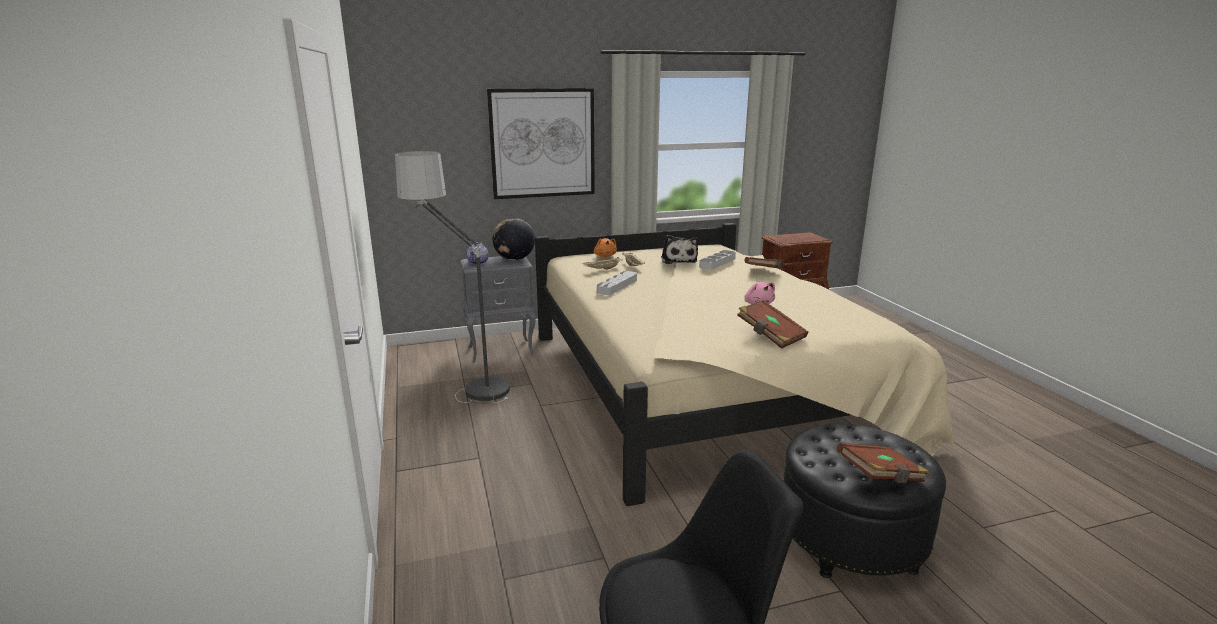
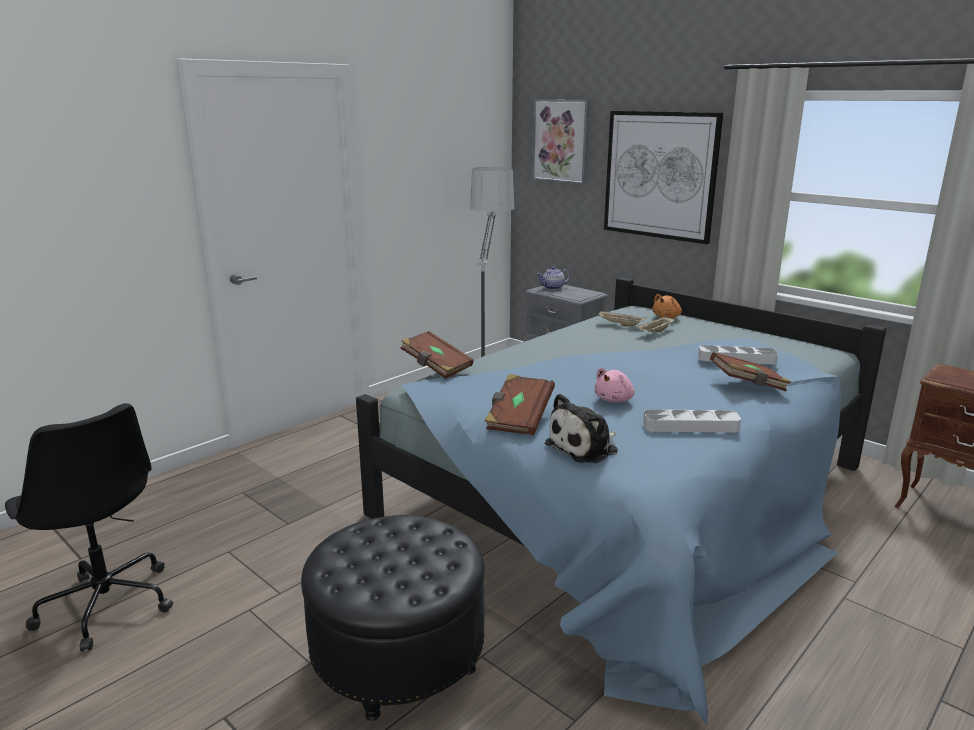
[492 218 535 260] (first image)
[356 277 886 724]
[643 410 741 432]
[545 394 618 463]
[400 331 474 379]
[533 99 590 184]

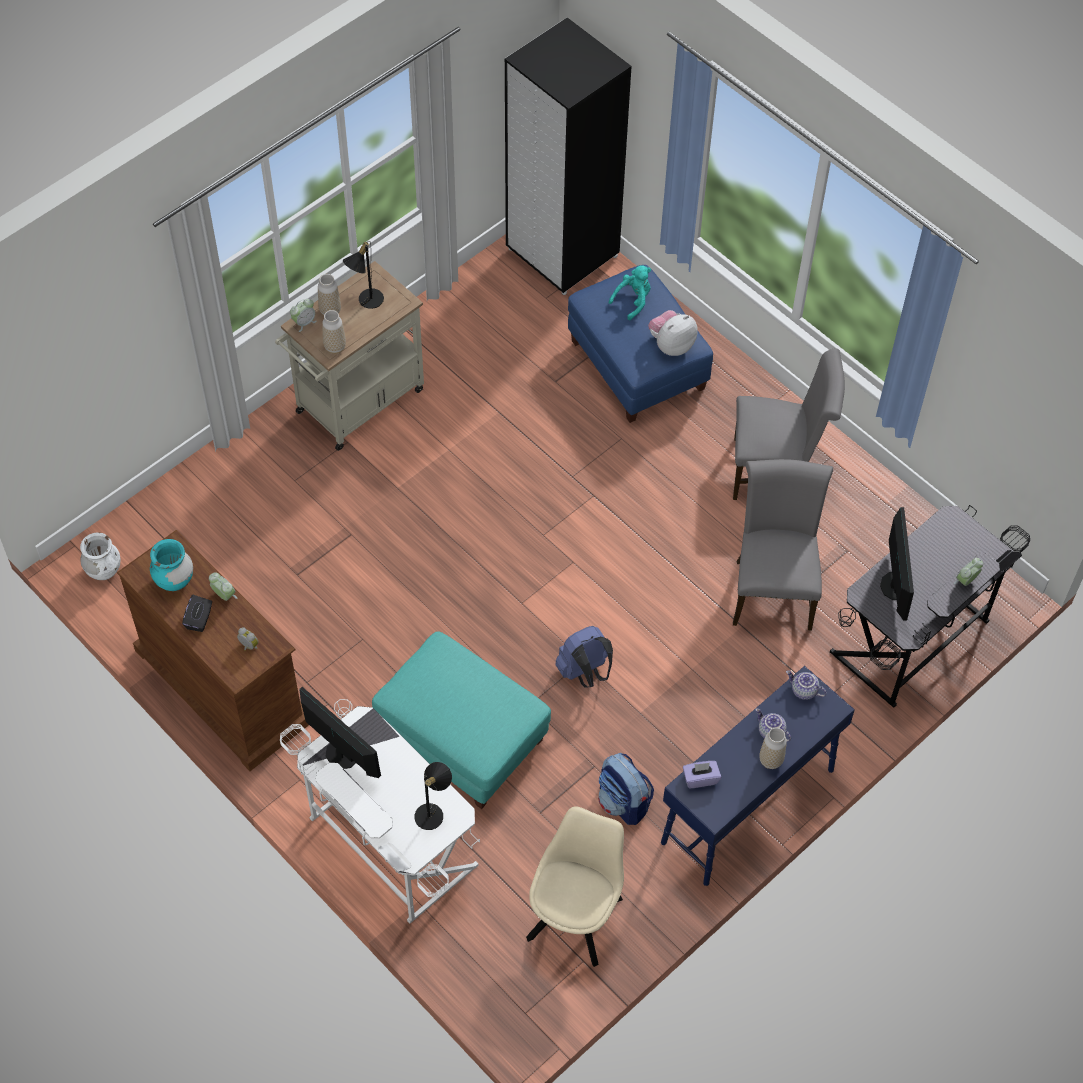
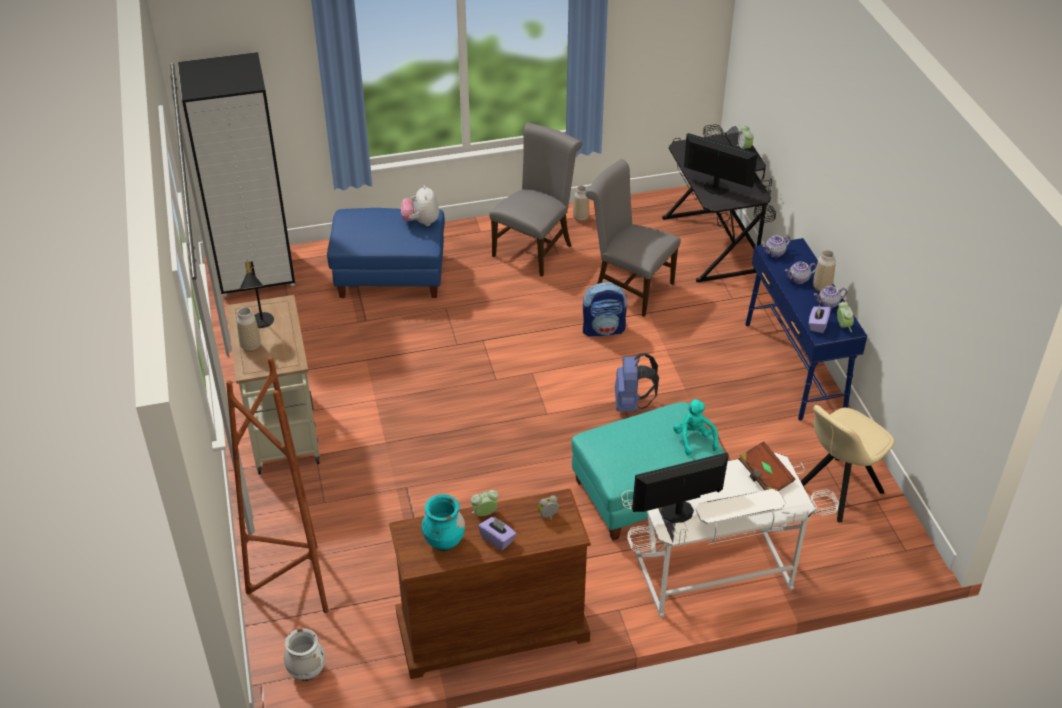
[478 517 517 551]
[837 301 854 332]
[573 185 589 222]
[739 441 795 491]
[801 405 895 522]
[583 282 627 337]
[673 399 718 456]
[226 357 328 613]
[814 286 847 309]

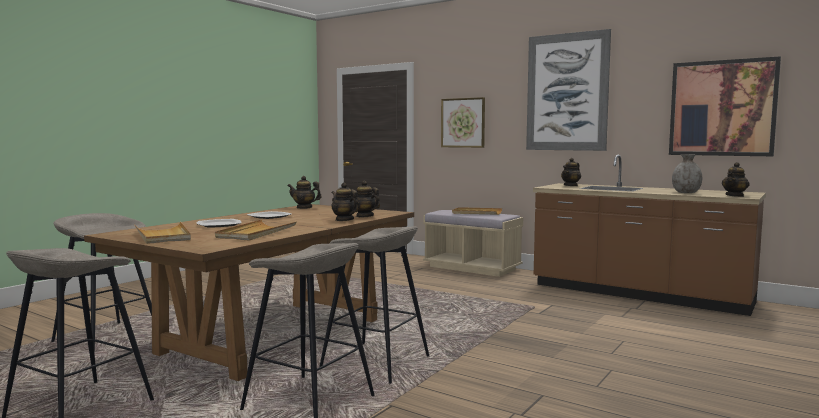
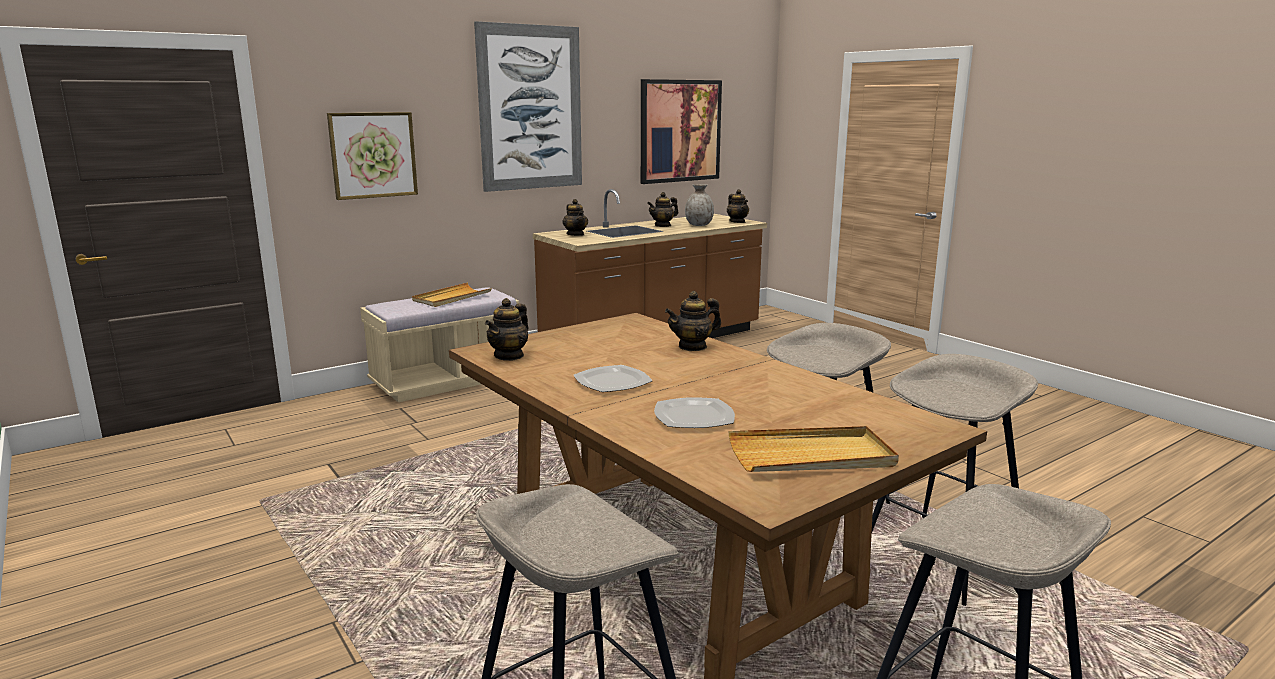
[215 220 296 241] (first image)
[647 192 679 227]

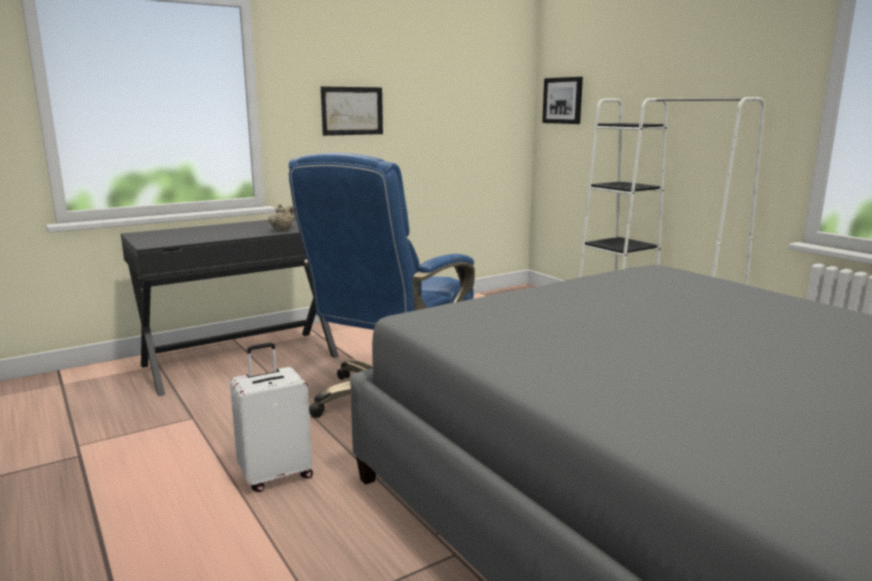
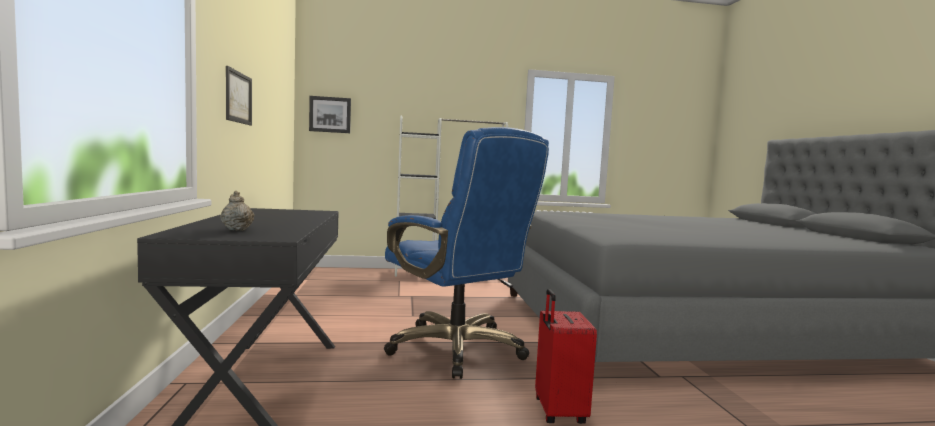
[535 289 597 424]
[220 191 255 231]

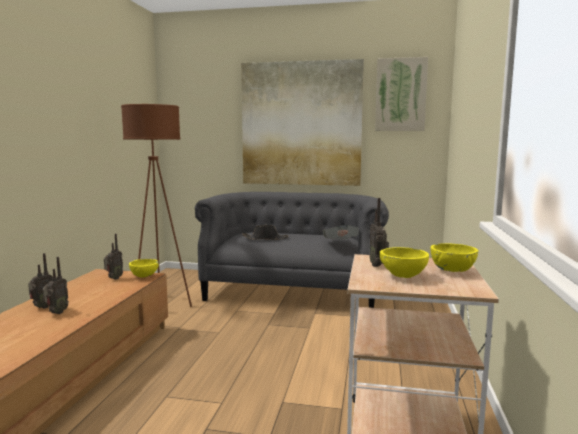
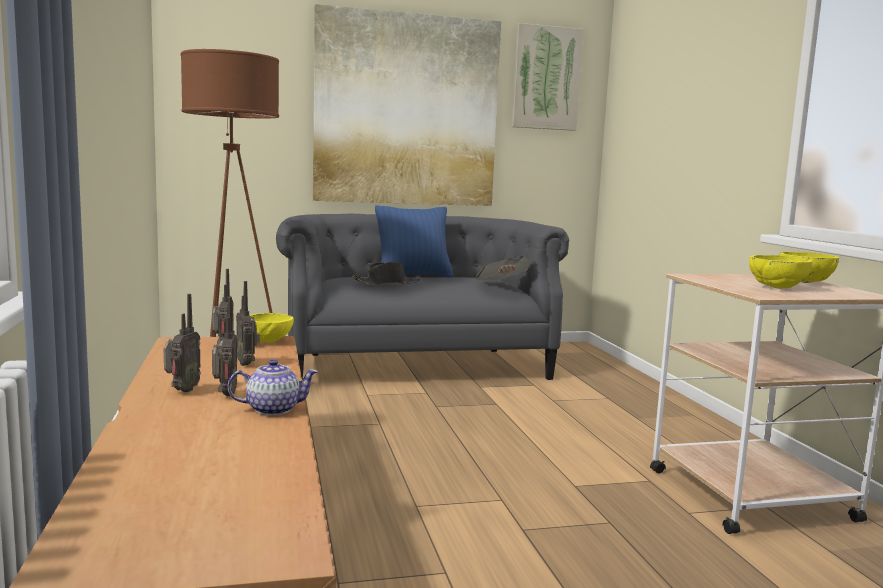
[236 281 260 366]
[228 359 318 416]
[375 205 453 278]

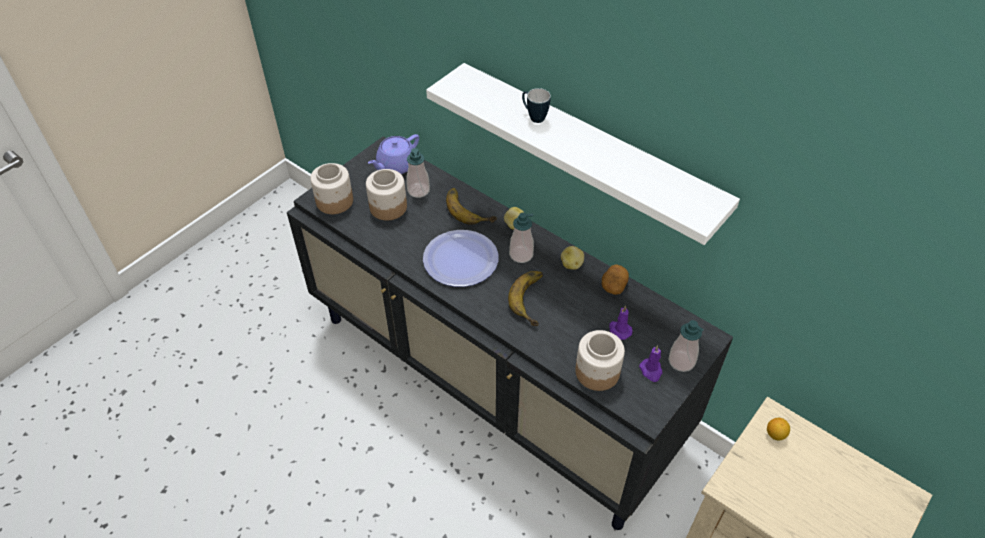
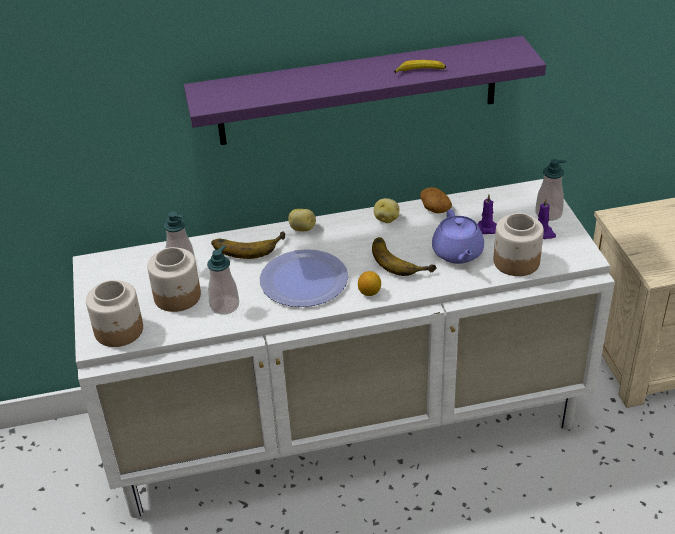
[73 179 615 518]
[432 209 484 264]
[184 36 546 145]
[207 245 239 315]
[522 88 551 123] (first image)
[358 271 381 296]
[394 60 446 73]

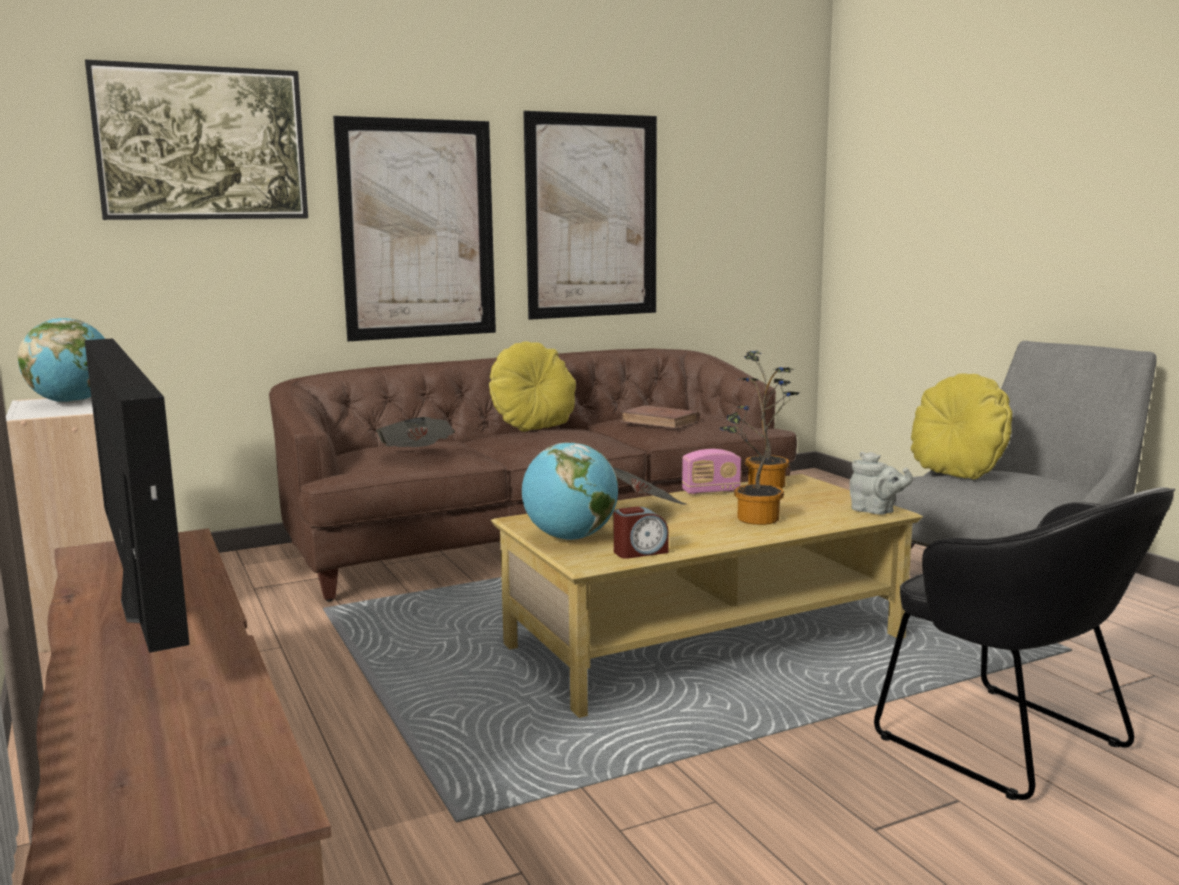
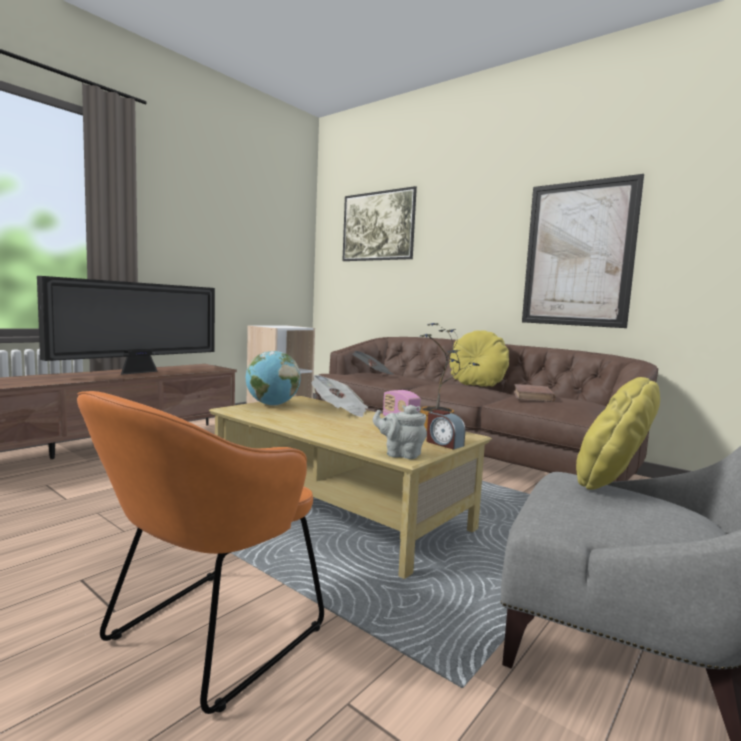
[18 318 105 403] (first image)
[333 116 496 341] (first image)
[427 410 465 450]
[719 367 791 525] (first image)
[373 405 427 459]
[77 391 324 714]

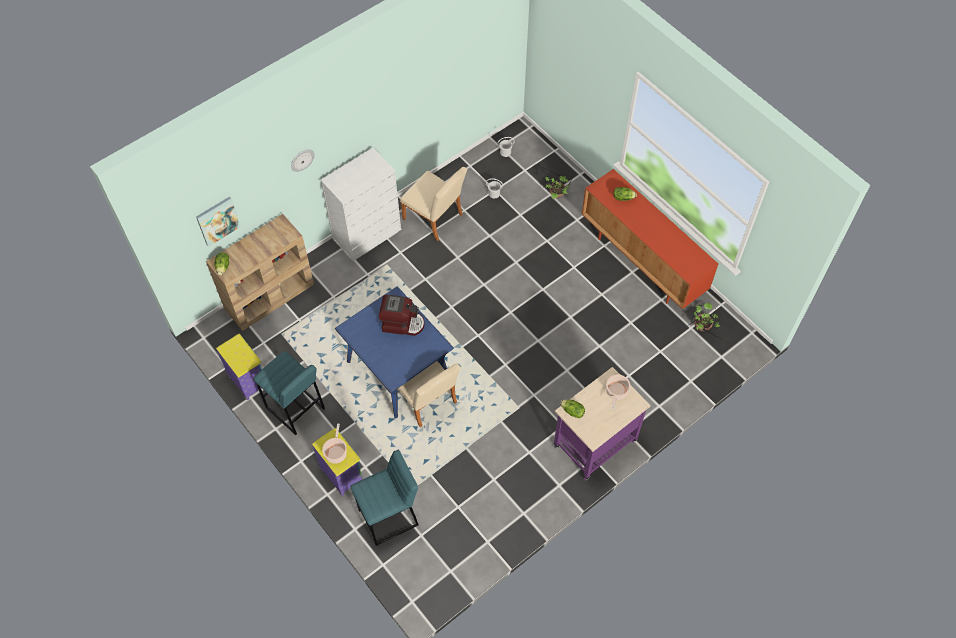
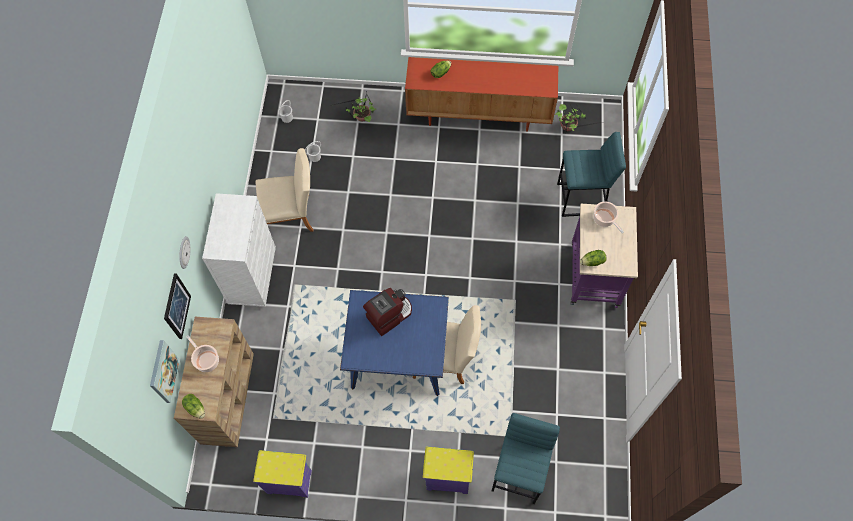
[557 132 626 217]
[186 335 219 372]
[164 273 191 339]

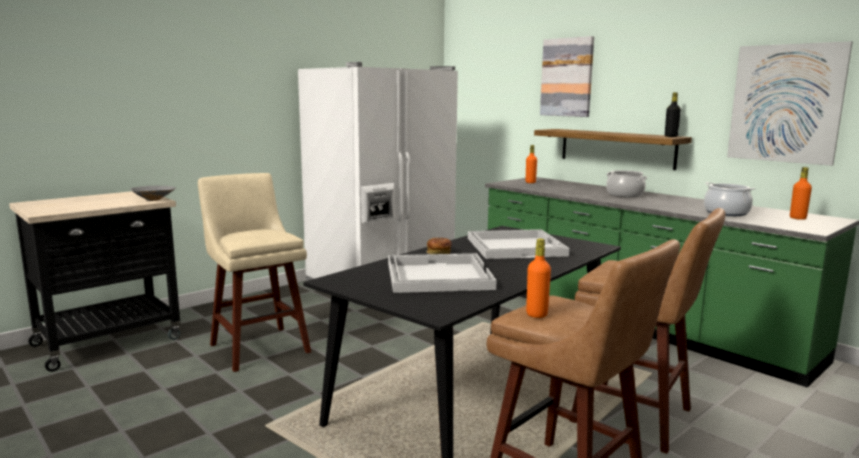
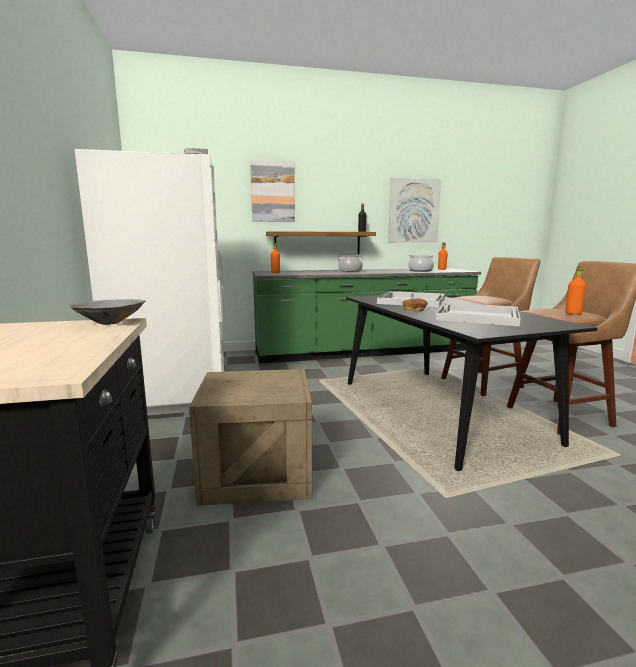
[189 369 312 506]

